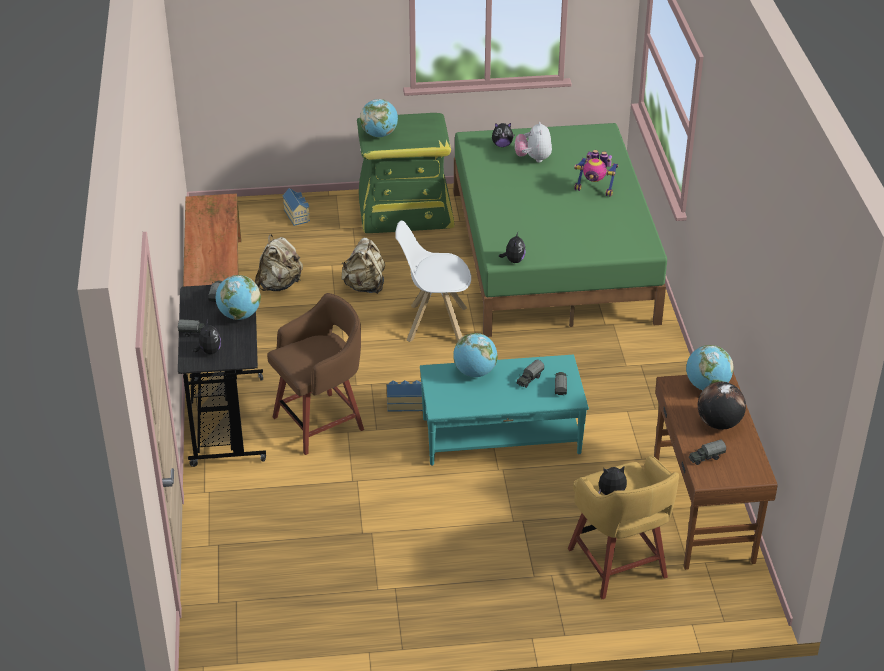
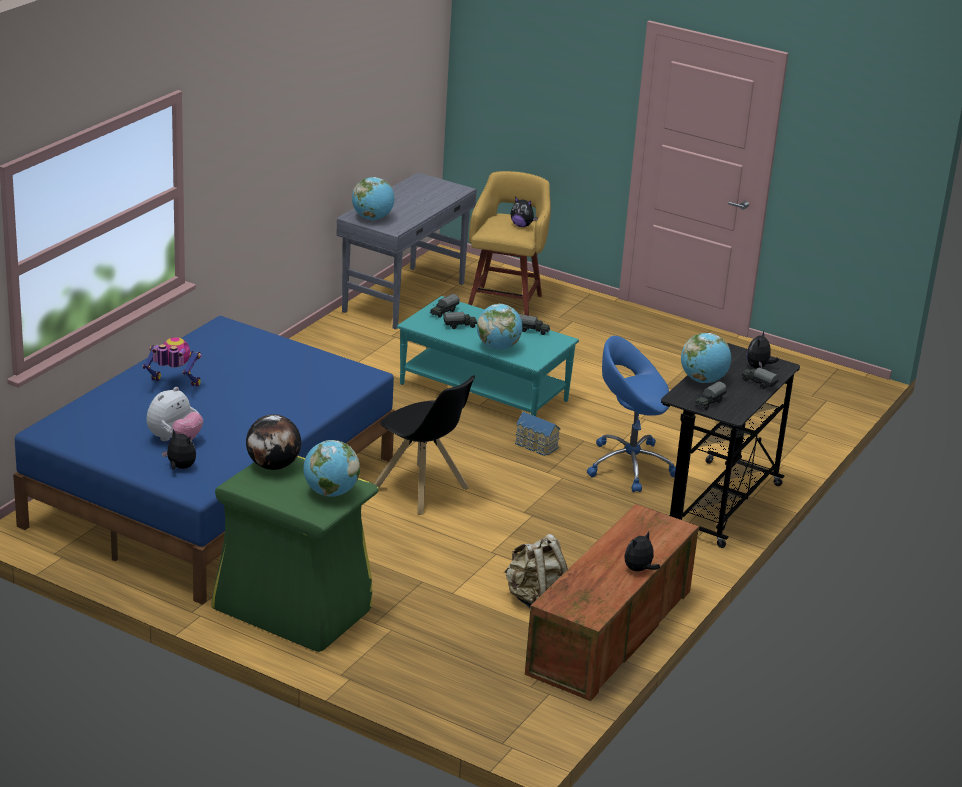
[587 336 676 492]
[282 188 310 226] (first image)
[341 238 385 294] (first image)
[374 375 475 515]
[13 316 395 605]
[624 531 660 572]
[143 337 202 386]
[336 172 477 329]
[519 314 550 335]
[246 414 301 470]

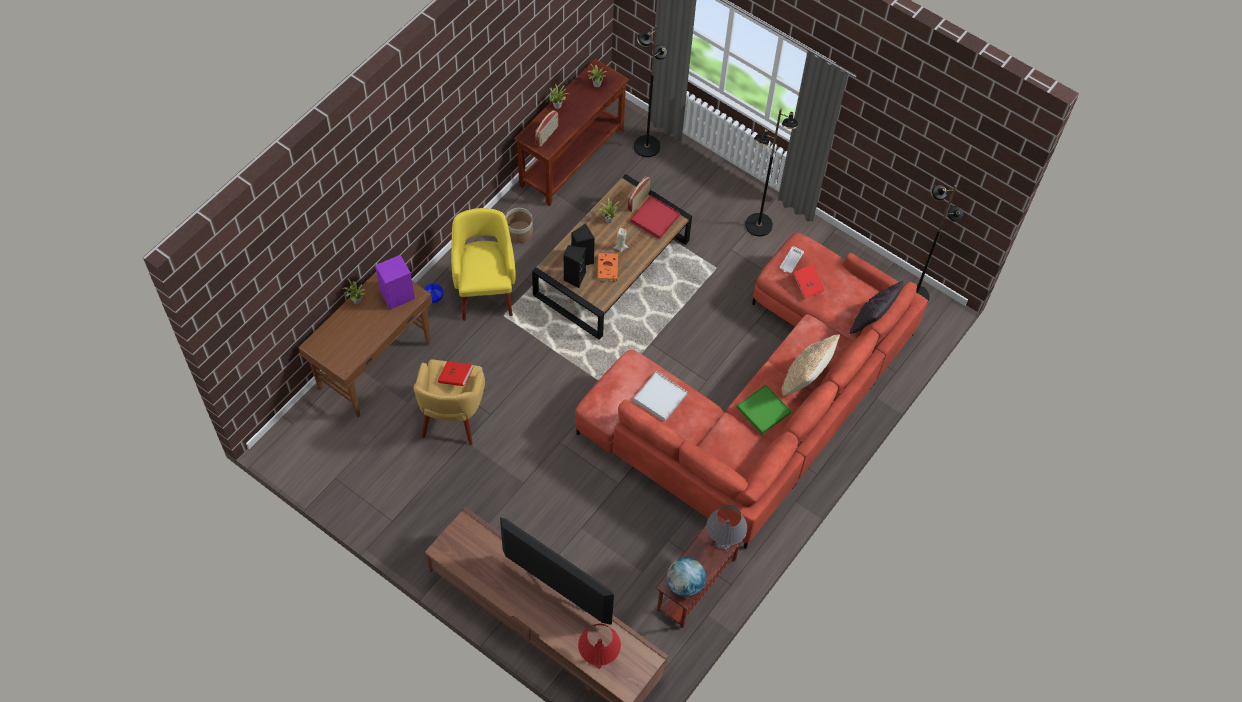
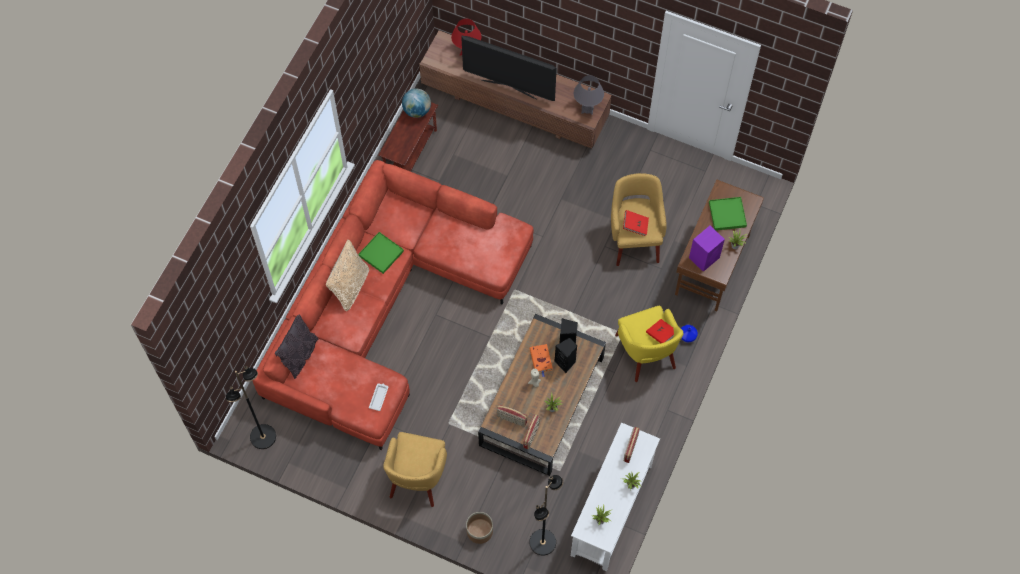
[466 512 493 544]
[571 422 660 571]
[497 405 527 427]
[634 372 687 421] (first image)
[574 75 604 115]
[383 432 447 507]
[646 319 674 343]
[709 197 747 231]

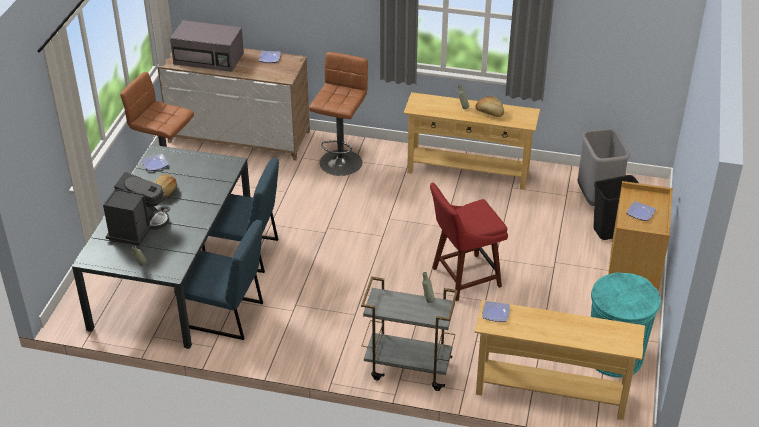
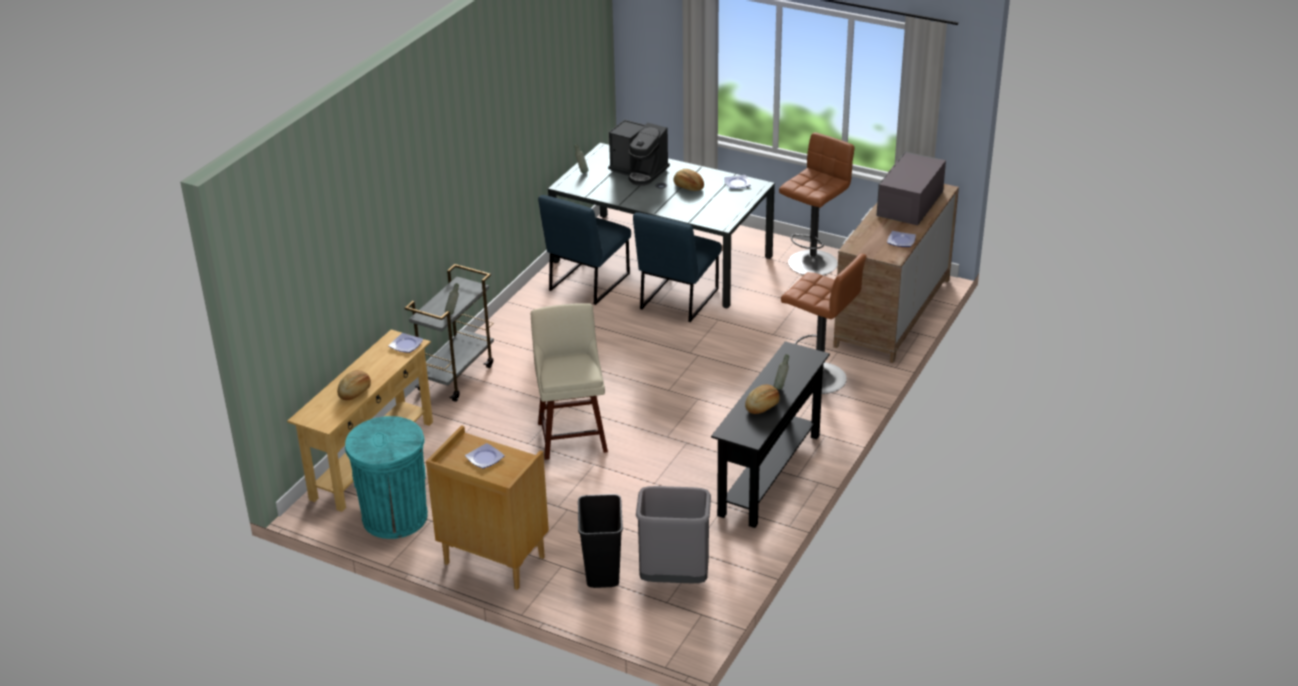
[711 341 830 528]
[531 303 608 460]
[337 370 371 400]

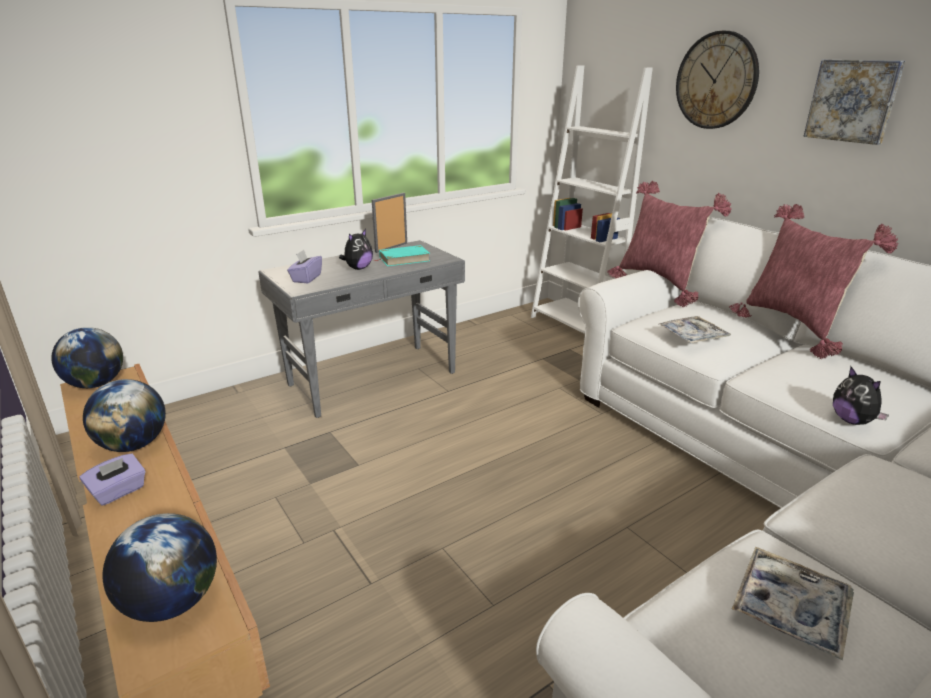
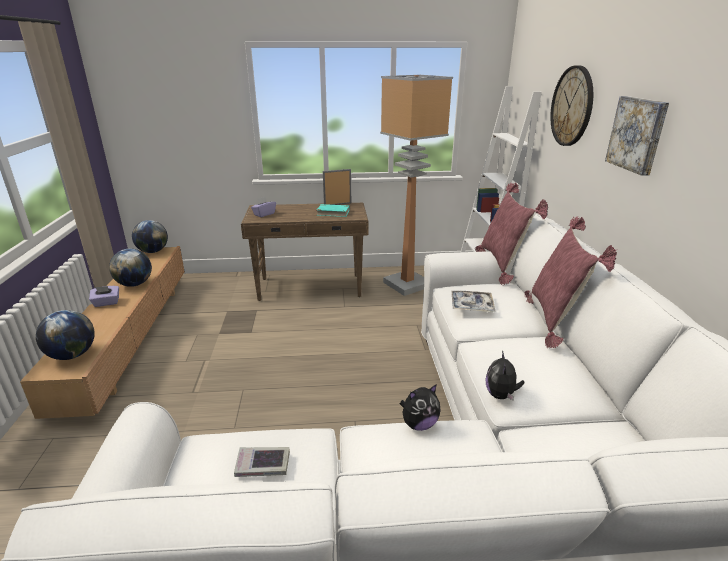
[241 203 369 301]
[400 384 441 431]
[234 447 290 477]
[380 75 453 296]

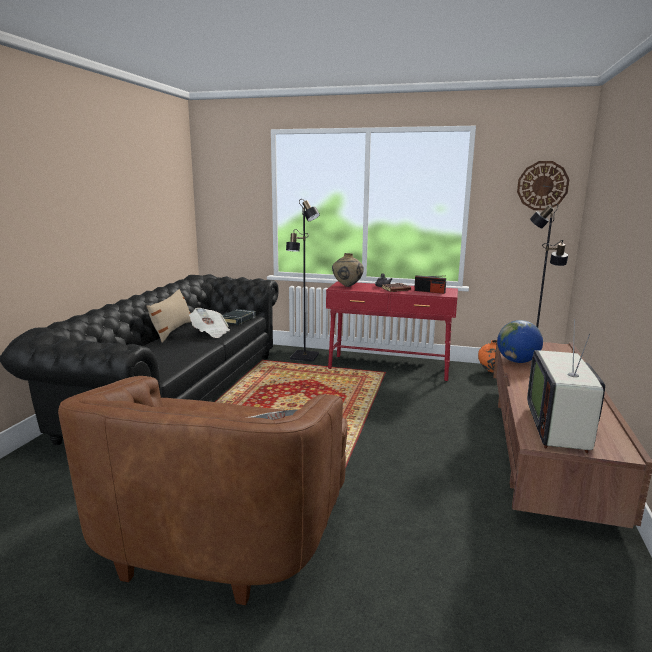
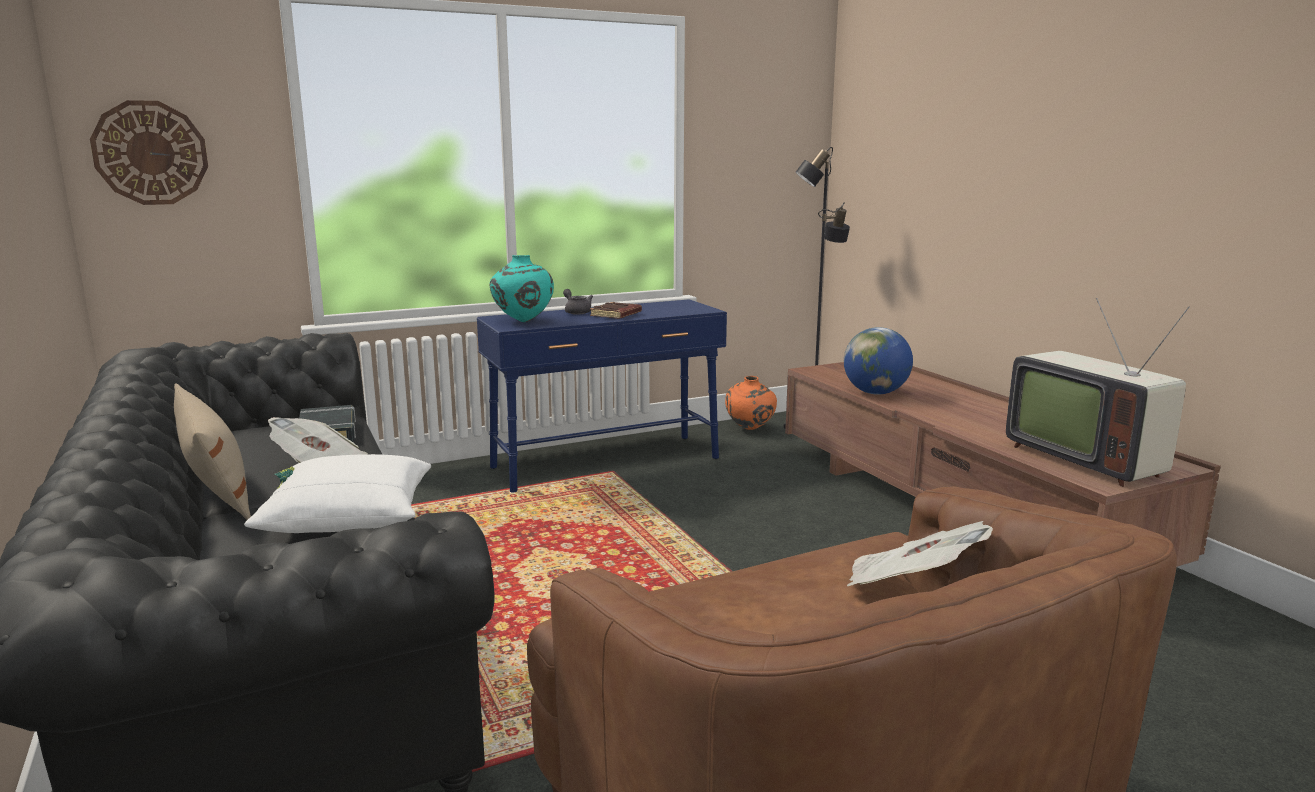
[286 199 320 362] (first image)
[477 299 727 492]
[490 255 554 322]
[414 275 446 294] (first image)
[90 100 208 205]
[244 454 431 533]

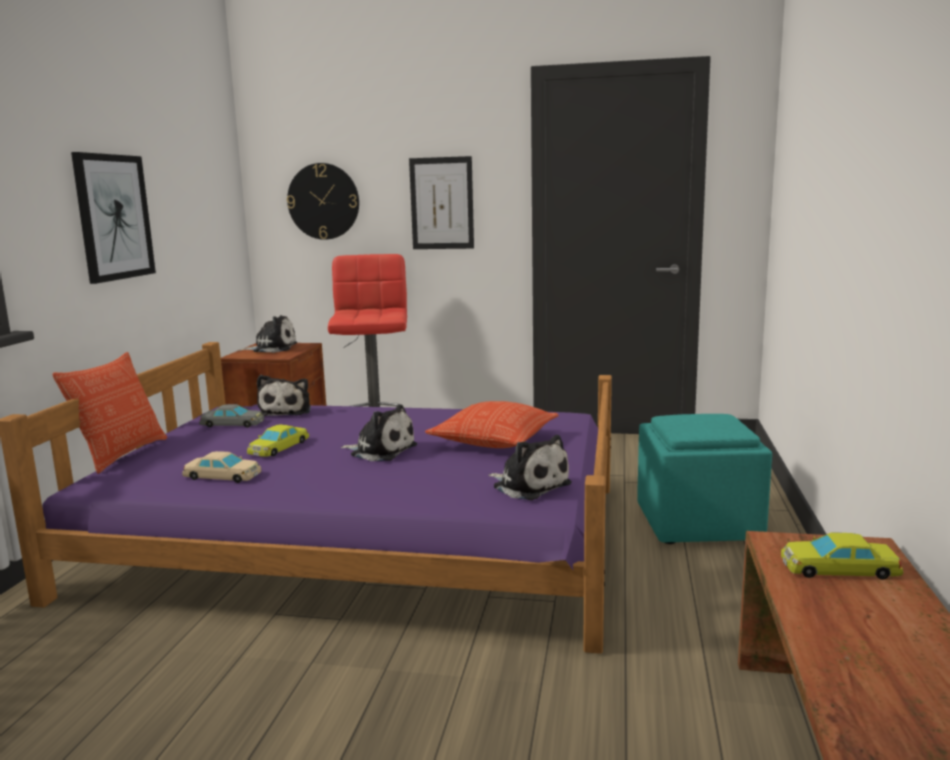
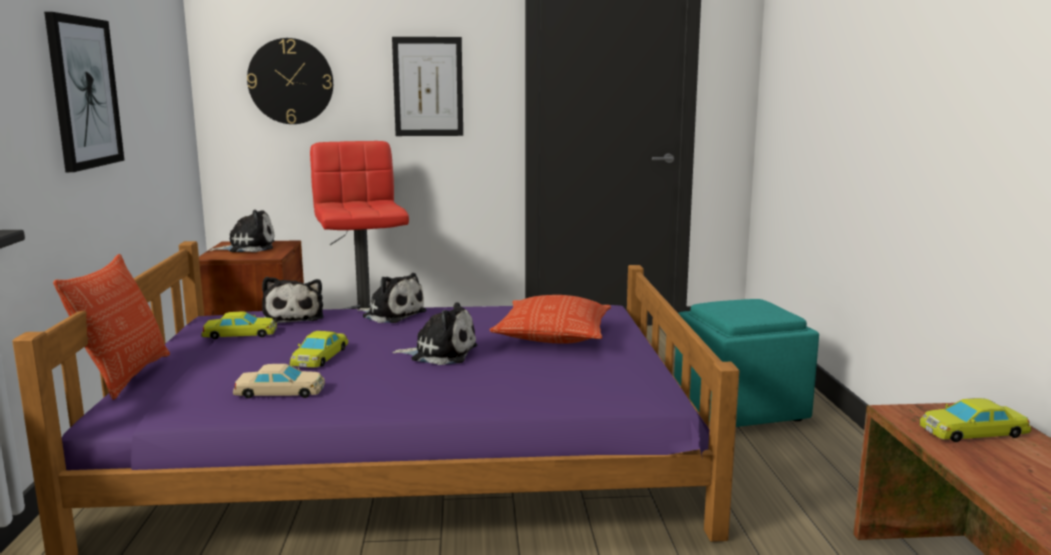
[201 311 277 339]
[357 273 427 323]

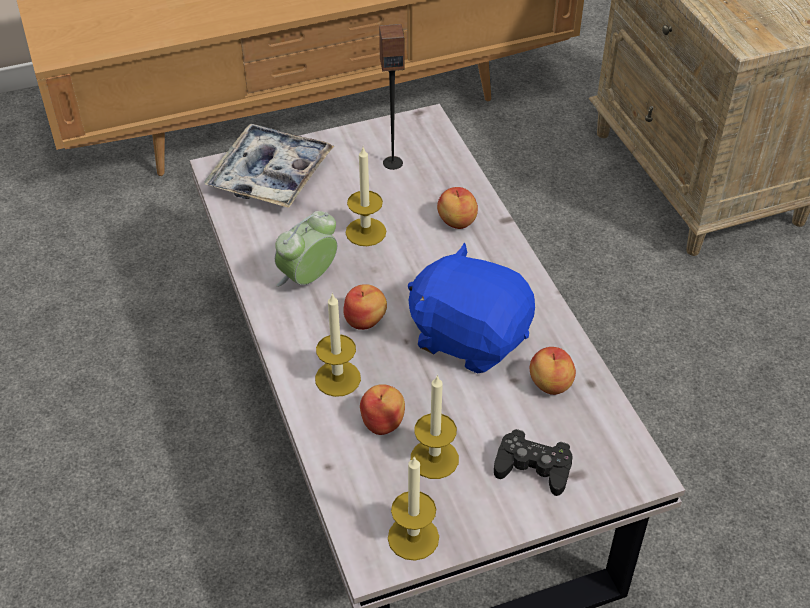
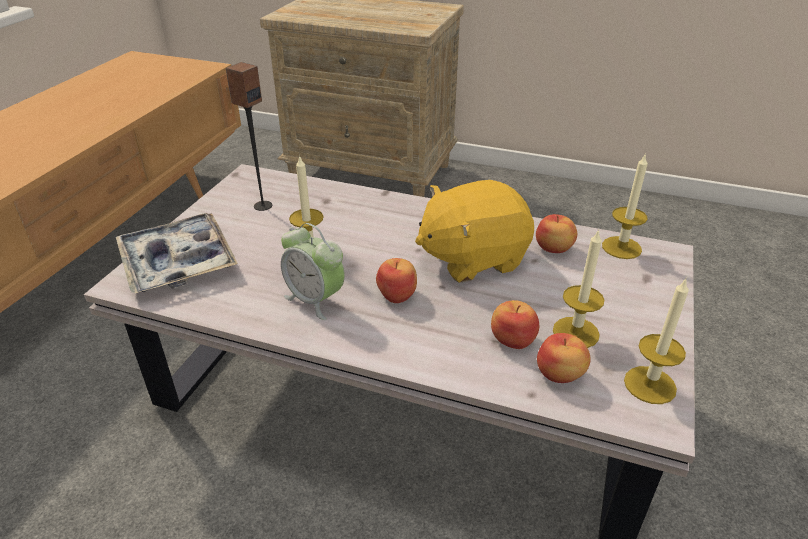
[281 223 345 320]
[602 153 648 259]
[415 180 534 283]
[537 333 591 383]
[494 429 573 496] (first image)

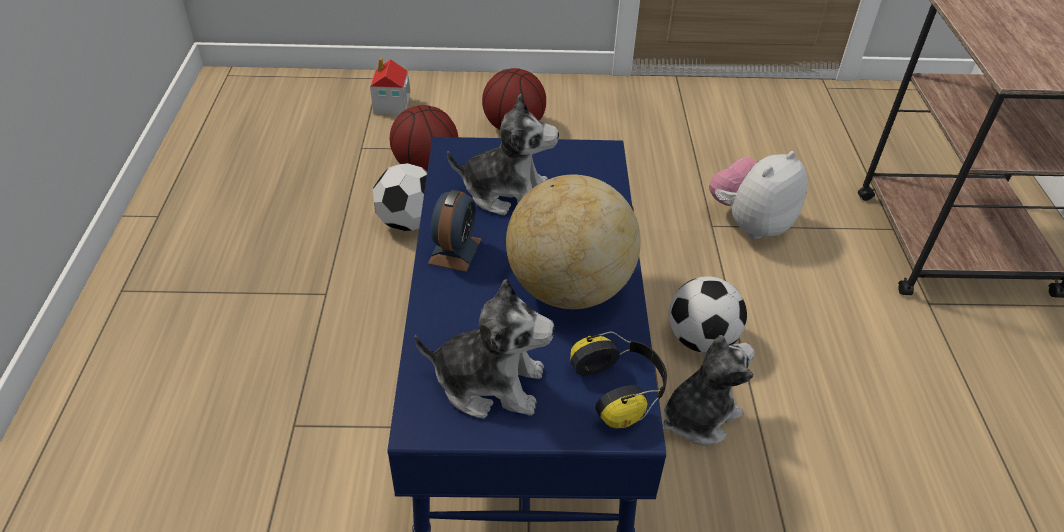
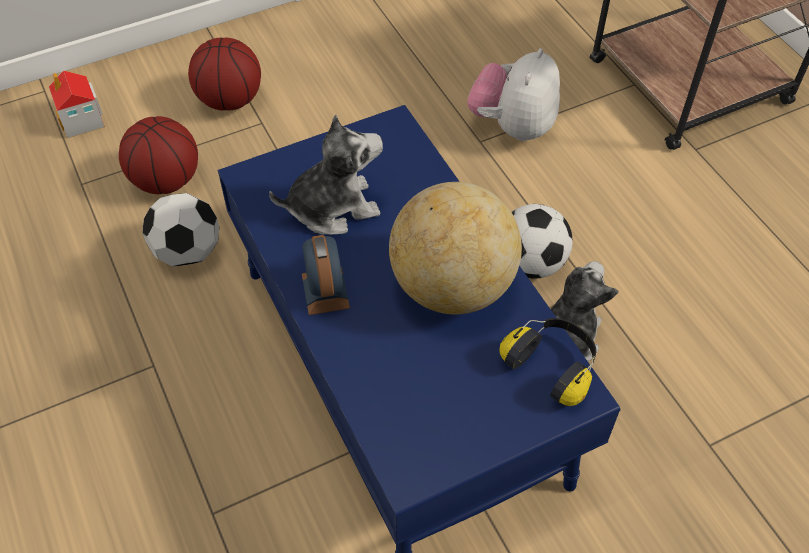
[414 279 554 419] (first image)

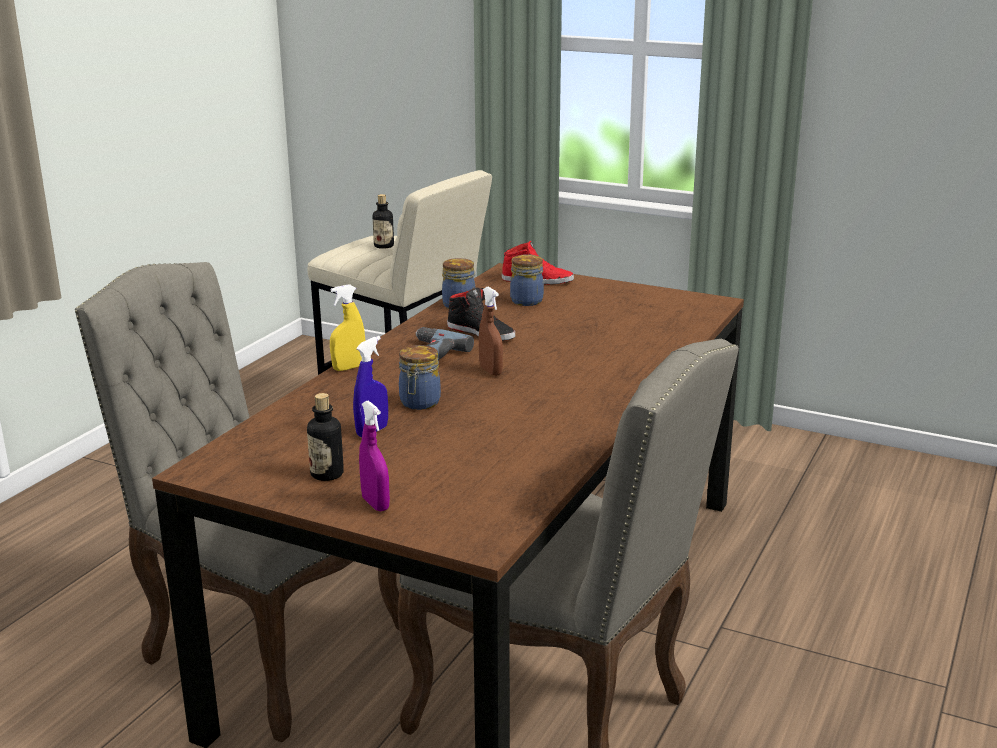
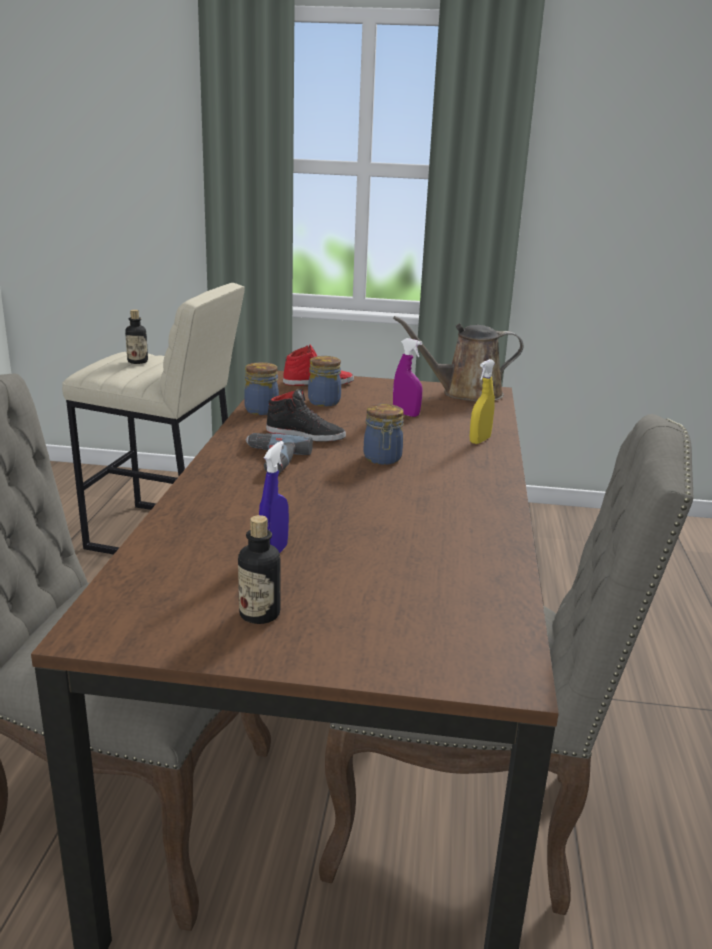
[470 359 495 444]
[393 338 422 417]
[364 404 404 465]
[479 287 503 376] (first image)
[393 316 523 402]

